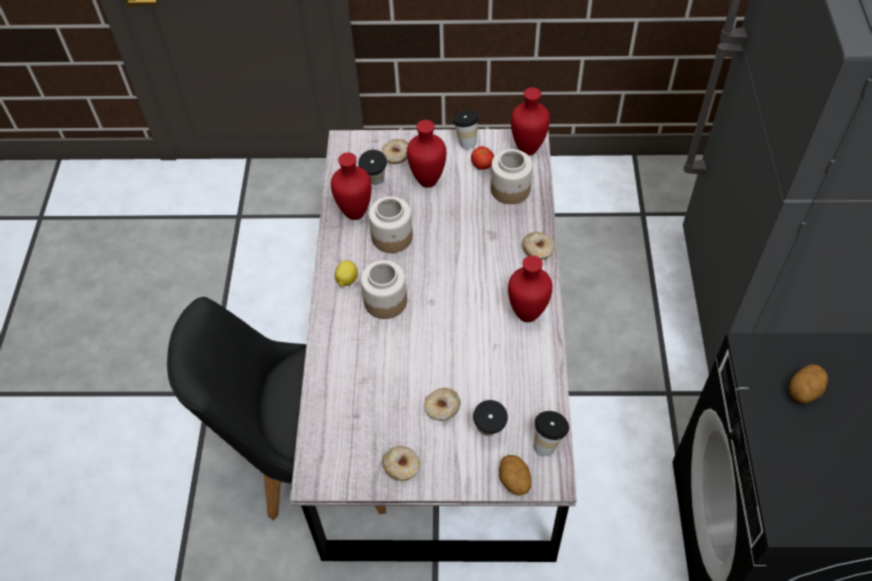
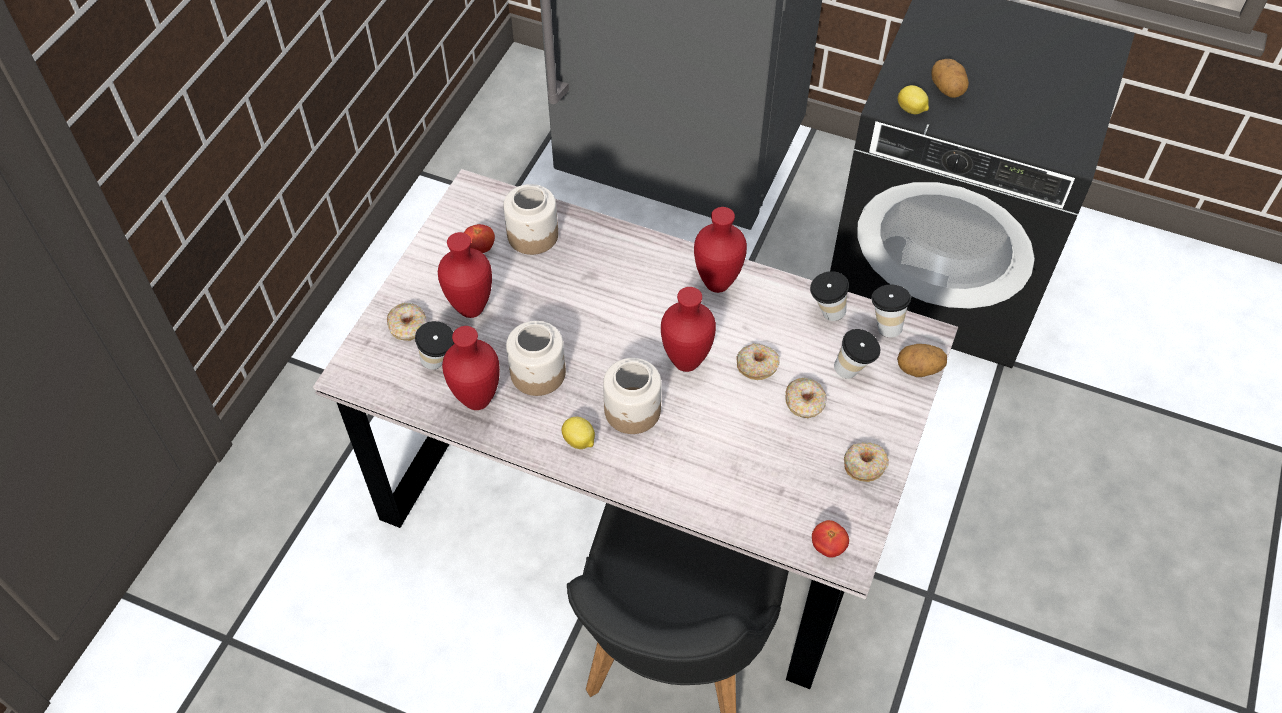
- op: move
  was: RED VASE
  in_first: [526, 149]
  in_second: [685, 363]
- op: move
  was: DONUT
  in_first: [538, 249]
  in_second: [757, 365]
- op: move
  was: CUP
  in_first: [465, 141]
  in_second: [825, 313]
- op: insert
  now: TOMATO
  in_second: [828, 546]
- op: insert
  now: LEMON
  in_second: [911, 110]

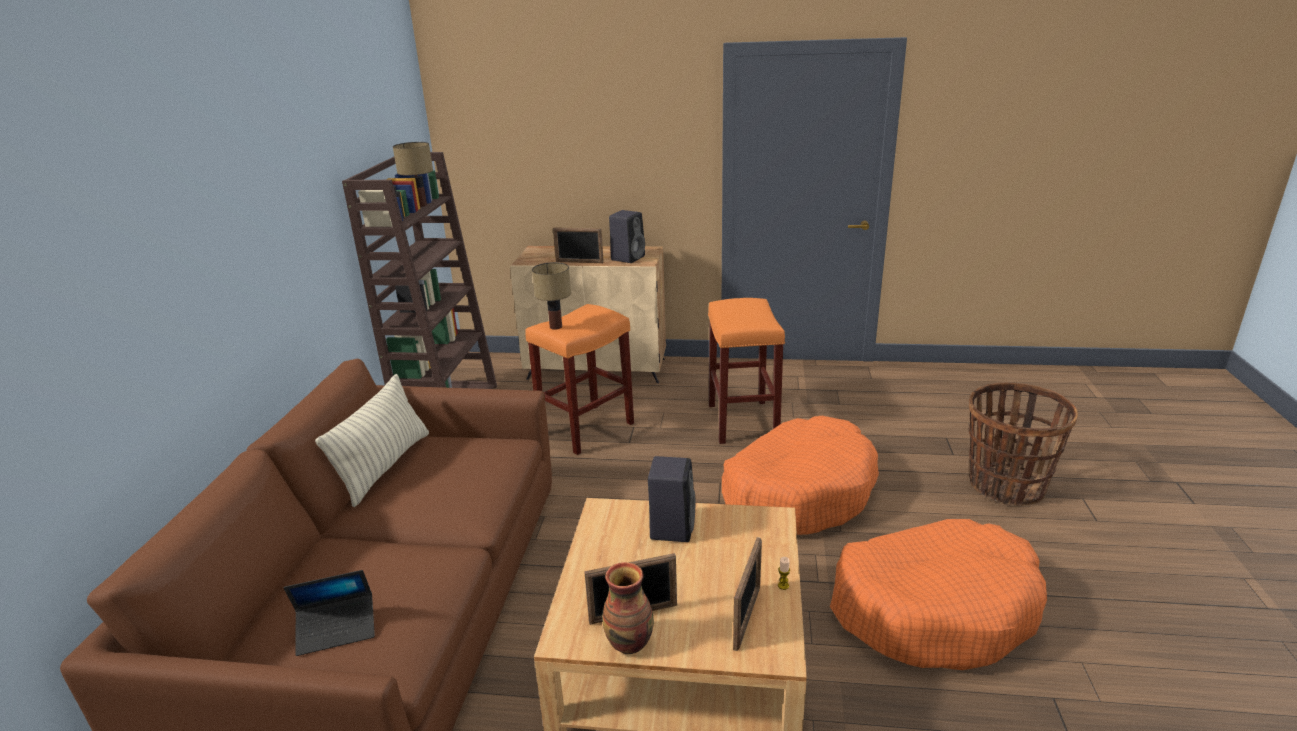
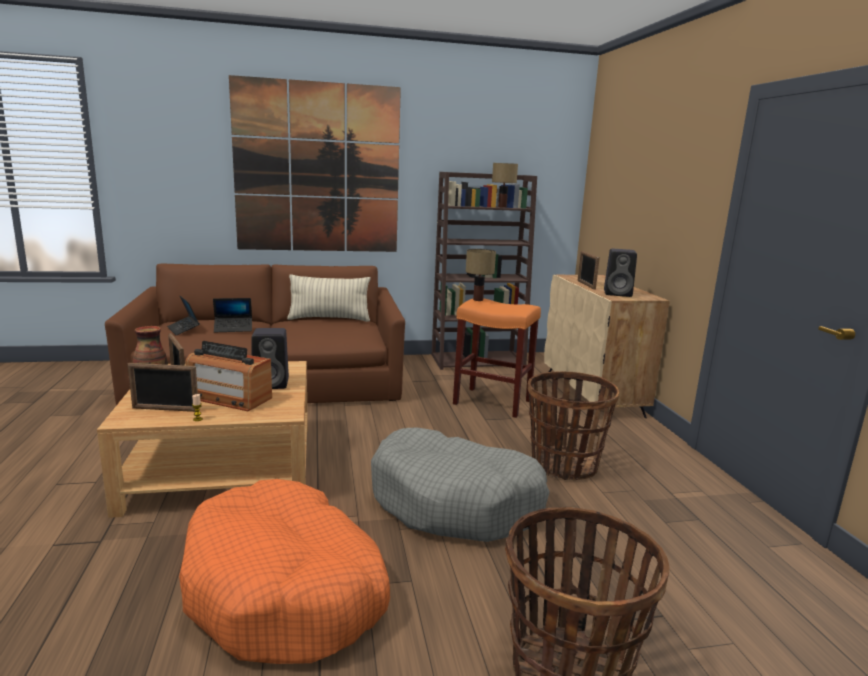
- op: insert
  now: RADIO
  in_second: [229, 398]
- op: insert
  now: LAPTOP
  in_second: [233, 328]
- op: insert
  now: PICTURE
  in_second: [318, 169]
- op: recolor
  was: ORANGE DOG BED
  now: GREY DOG BED
  in_first: [798, 492]
  in_second: [456, 502]
- op: replace
  was: ORANGE STOOL
  now: BASKET
  in_first: [743, 422]
  in_second: [563, 465]

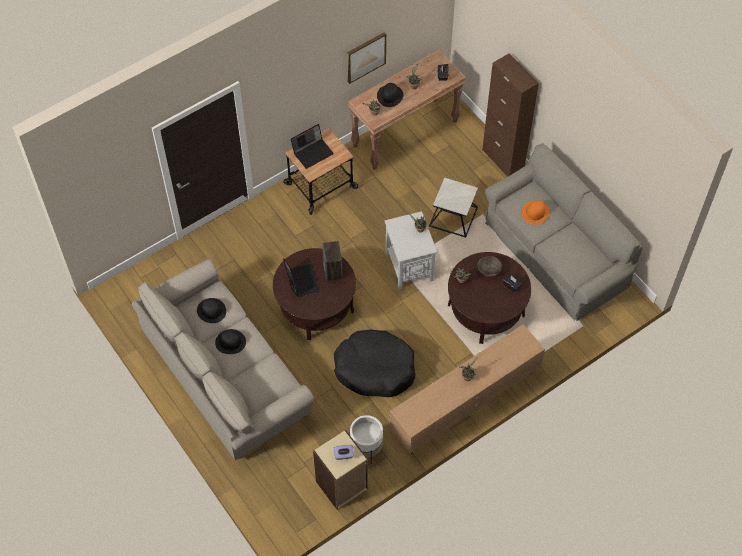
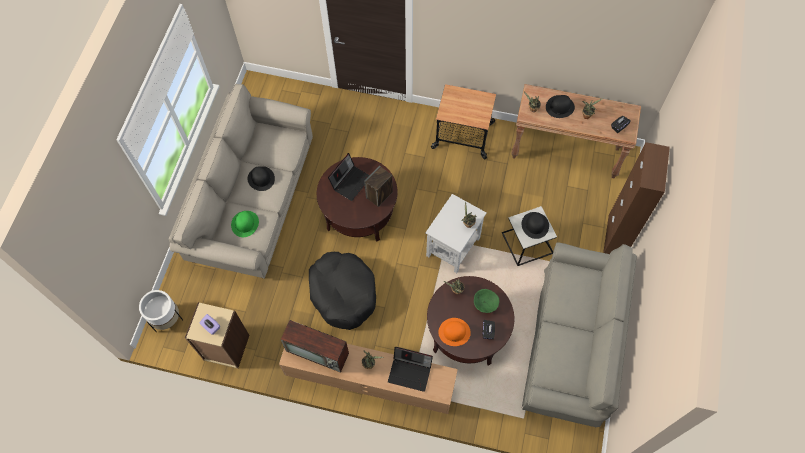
- op: move
  was: WHITE PLANTER
  in_first: [366, 448]
  in_second: [167, 319]
- op: insert
  now: GREEN HAT
  in_second: [245, 223]
- op: insert
  now: TELEVISION
  in_second: [319, 352]
- op: move
  was: LAPTOP
  in_first: [312, 152]
  in_second: [410, 372]
- op: move
  was: ORANGE HAT
  in_first: [535, 212]
  in_second: [454, 332]
- op: recolor
  was: BROWN BOWL
  now: GREEN BOWL
  in_first: [488, 270]
  in_second: [485, 304]
- op: move
  was: BLACK HAT
  in_first: [211, 310]
  in_second: [535, 225]
- op: delete
  was: PICTURE
  in_first: [365, 57]

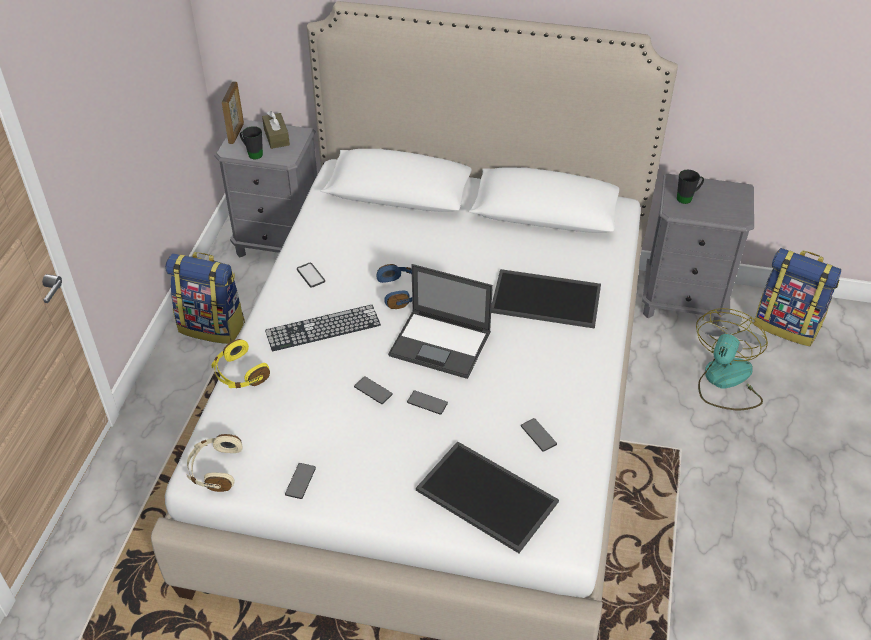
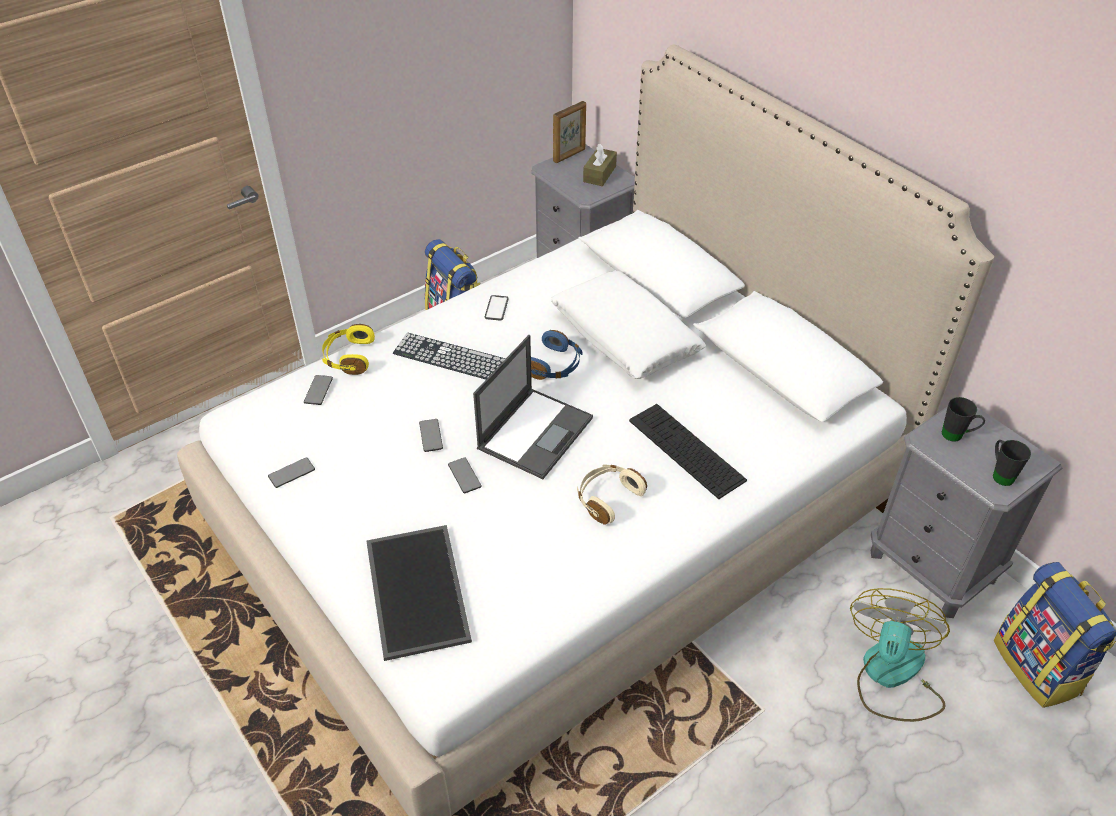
- op: move
  was: PHONE
  in_first: [538, 435]
  in_second: [318, 390]
- op: rotate
  was: LAPTOP
  in_first: [441, 344]
  in_second: [535, 432]
  clockwise: -120
- op: insert
  now: WHITE PILLOW
  in_second: [625, 336]
- op: move
  was: BEIGE HEADPHONES
  in_first: [215, 469]
  in_second: [608, 498]
- op: replace
  was: TRAY
  now: KEYBOARD
  in_first: [547, 298]
  in_second: [686, 450]
- op: rotate
  was: FAN
  in_first: [724, 381]
  in_second: [891, 676]
  clockwise: -45
- op: move
  was: BLACK MUG
  in_first: [252, 153]
  in_second: [1000, 473]

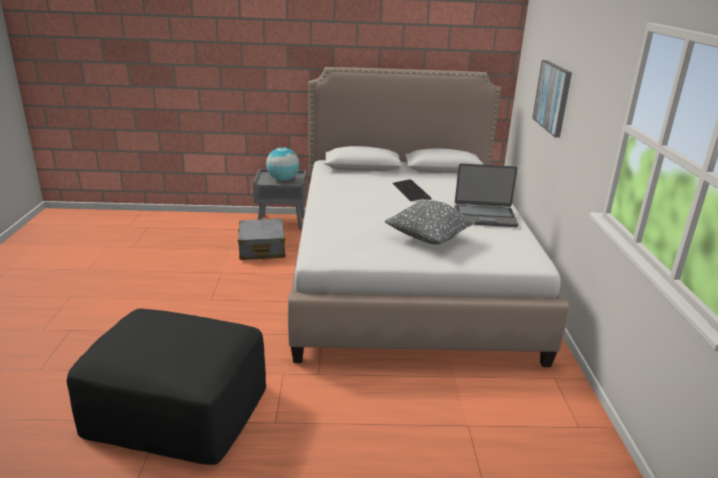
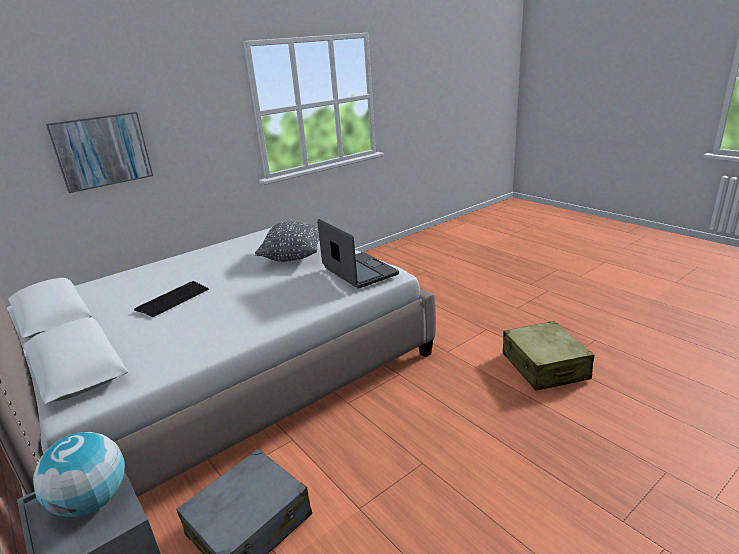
- op: move
  was: LAPTOP
  in_first: [484, 216]
  in_second: [359, 271]
- op: replace
  was: BLACK OTTOMAN
  now: BEIGE SUITCASE
  in_first: [176, 408]
  in_second: [544, 366]

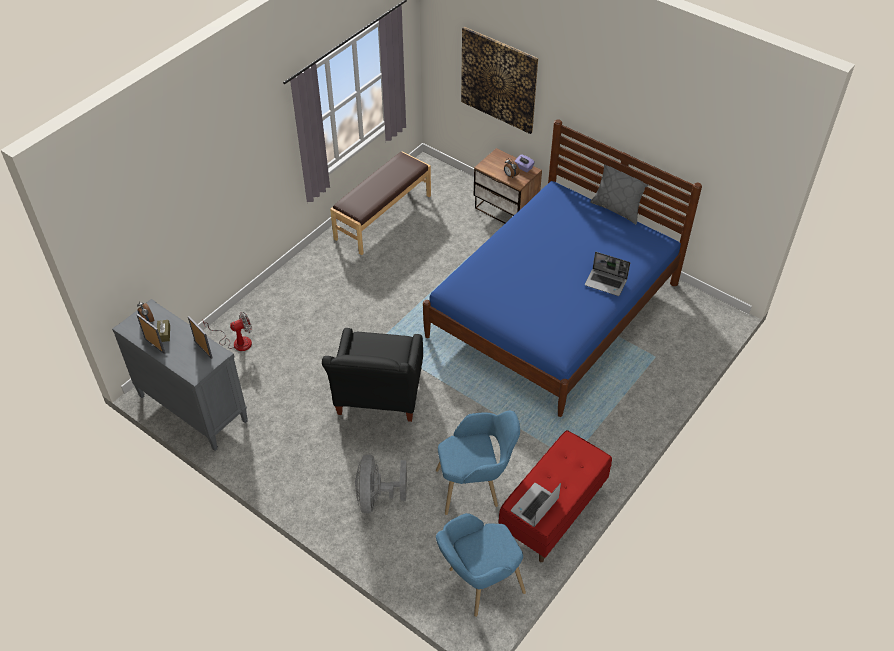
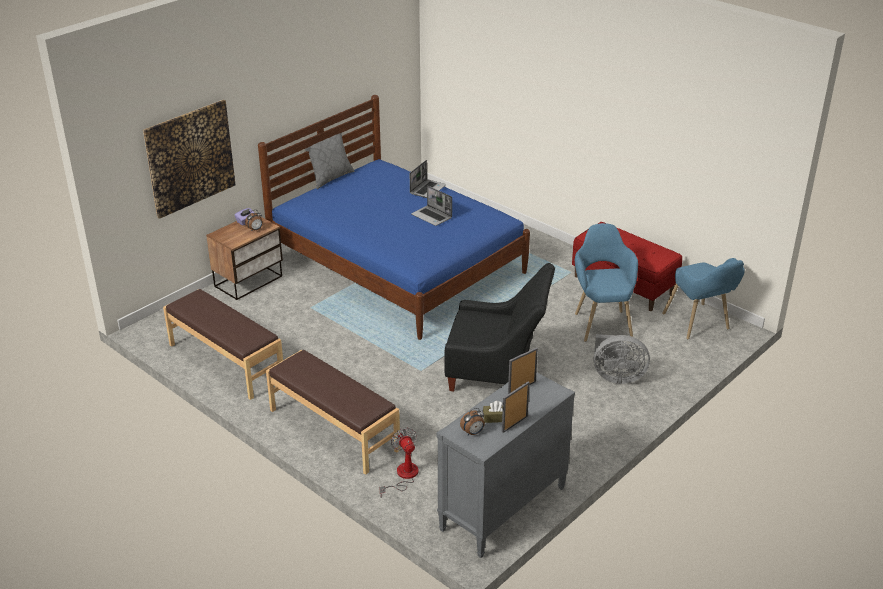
- op: insert
  now: BROWN BENCH
  in_second: [333, 430]
- op: move
  was: LAPTOP
  in_first: [535, 506]
  in_second: [432, 216]

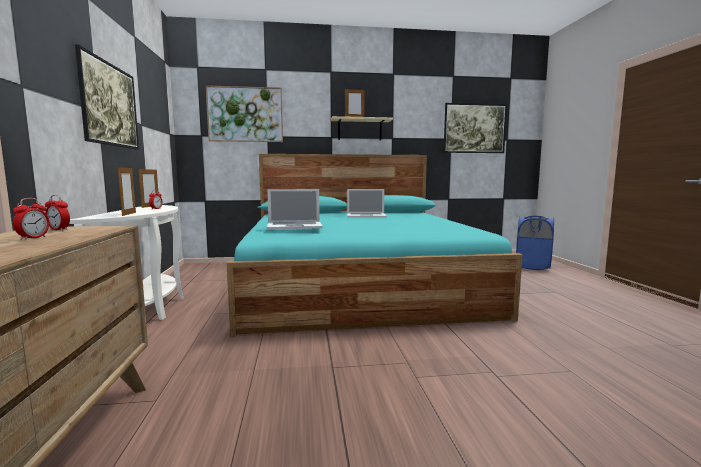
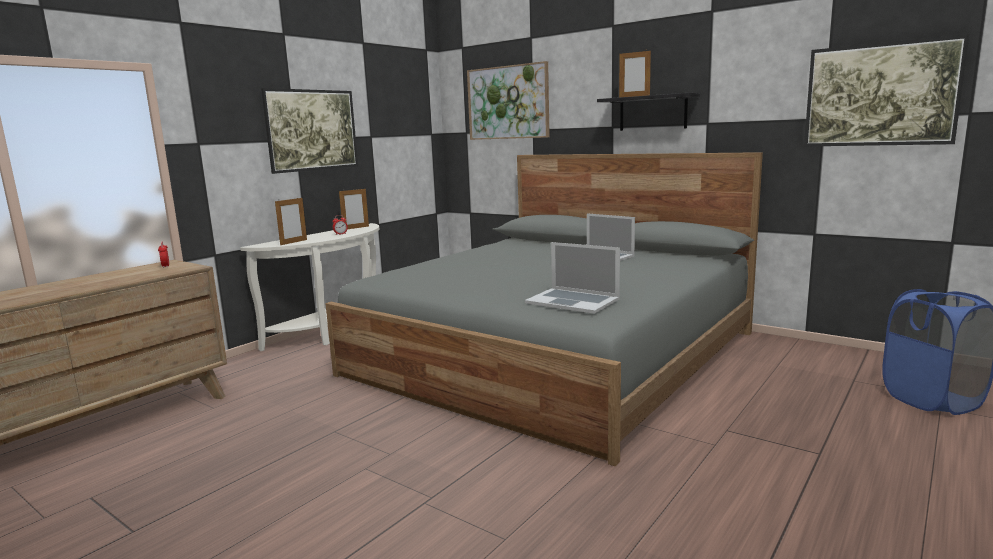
- op: recolor
  was: TURQUOISE BED
  now: GREY BED
  in_first: [358, 284]
  in_second: [555, 353]
- op: move
  was: LAPTOP
  in_first: [294, 226]
  in_second: [572, 301]
- op: recolor
  was: BEIGE SHELF
  now: BLACK SHELF
  in_first: [359, 129]
  in_second: [653, 113]
- op: delete
  was: ALARM CLOCK
  in_first: [33, 238]

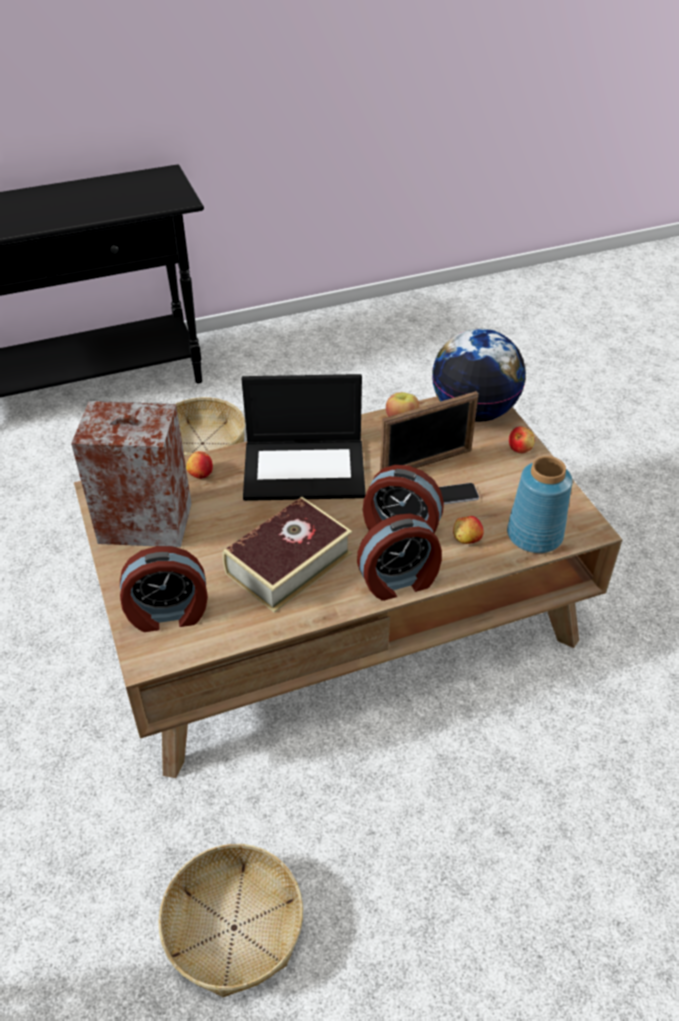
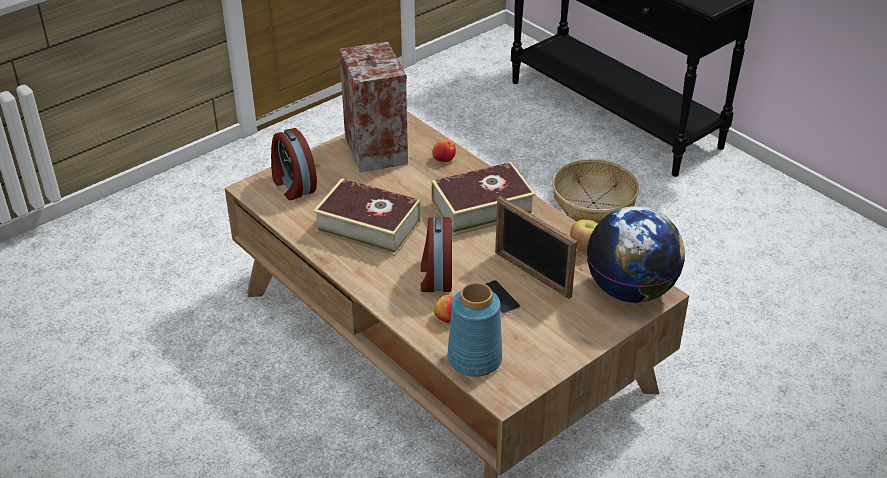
- op: replace
  was: LAPTOP
  now: BOOK
  in_first: [305, 469]
  in_second: [482, 208]
- op: delete
  was: BASKET
  in_first: [234, 927]
- op: delete
  was: ALARM CLOCK
  in_first: [399, 581]
- op: delete
  was: APPLE
  in_first: [520, 448]

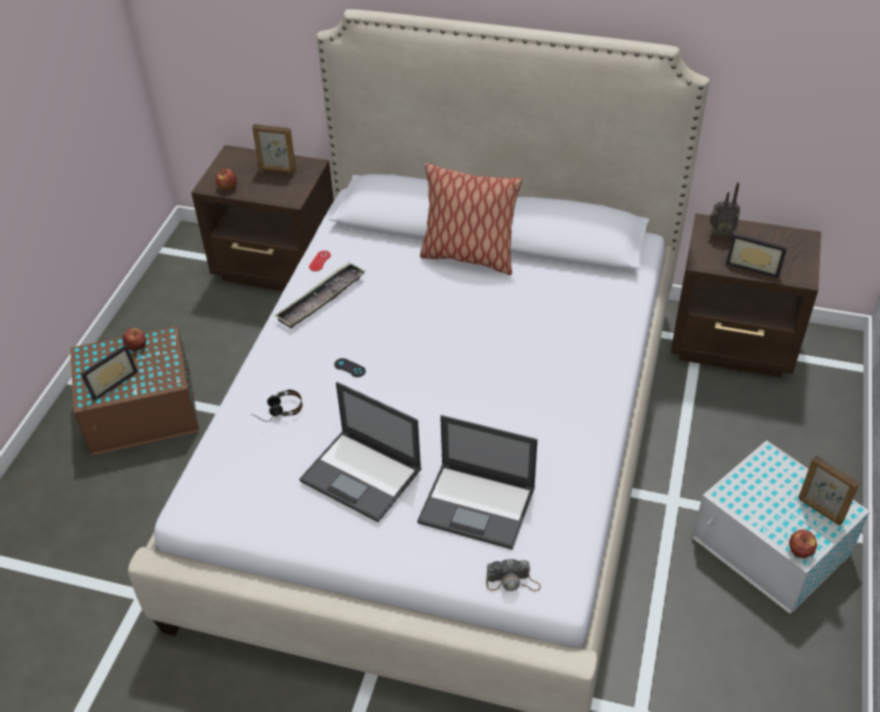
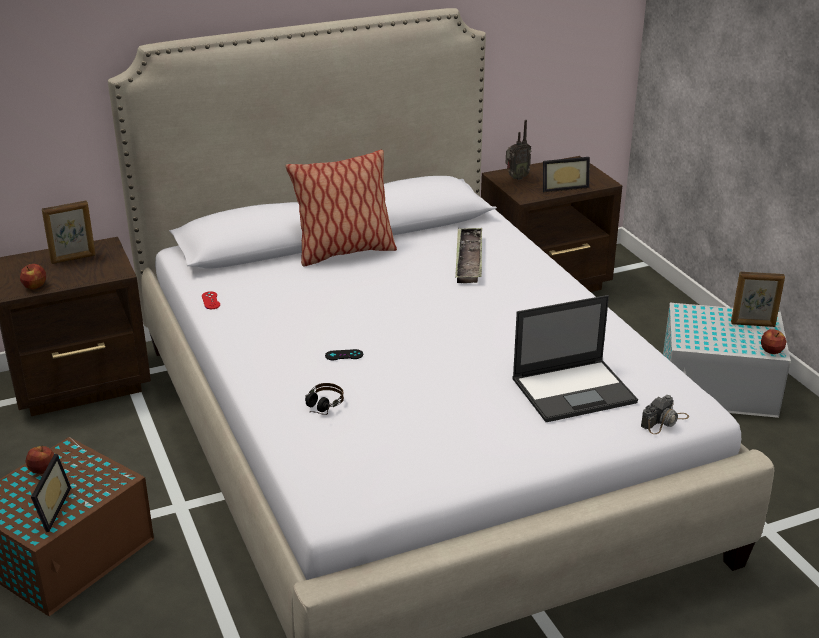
- op: move
  was: TRAY
  in_first: [321, 299]
  in_second: [468, 259]
- op: delete
  was: LAPTOP
  in_first: [362, 475]

